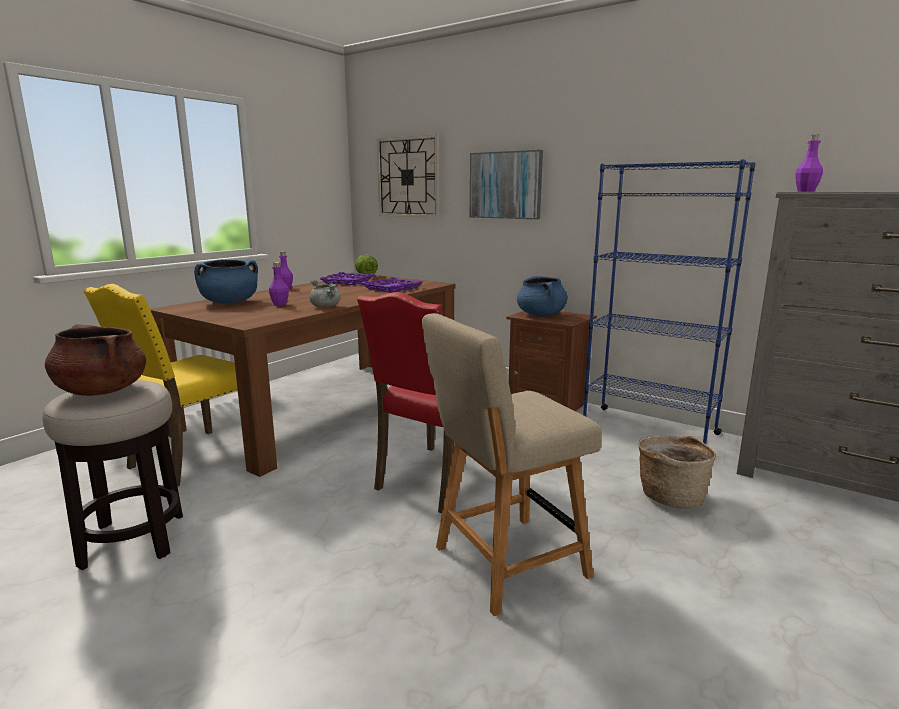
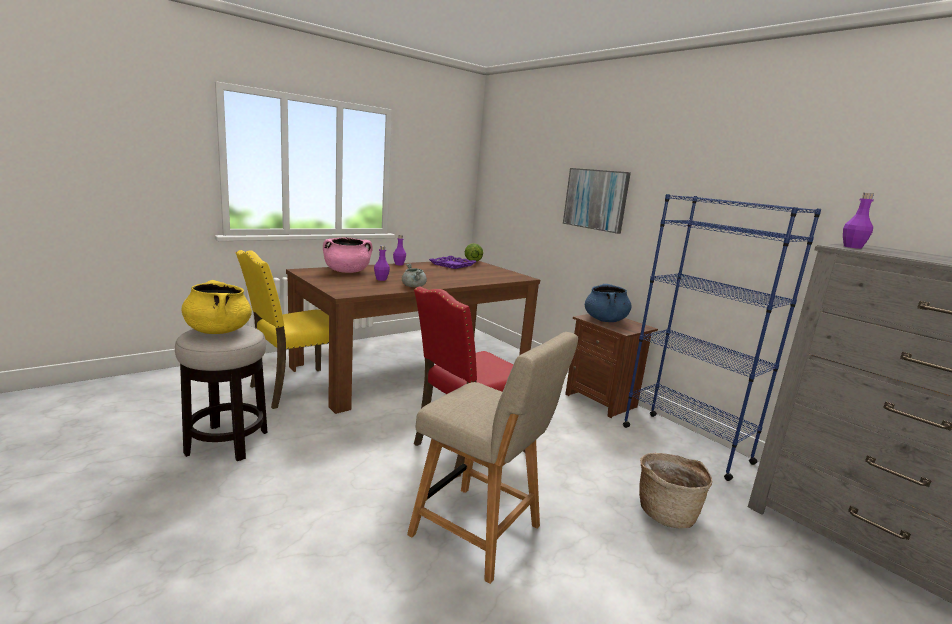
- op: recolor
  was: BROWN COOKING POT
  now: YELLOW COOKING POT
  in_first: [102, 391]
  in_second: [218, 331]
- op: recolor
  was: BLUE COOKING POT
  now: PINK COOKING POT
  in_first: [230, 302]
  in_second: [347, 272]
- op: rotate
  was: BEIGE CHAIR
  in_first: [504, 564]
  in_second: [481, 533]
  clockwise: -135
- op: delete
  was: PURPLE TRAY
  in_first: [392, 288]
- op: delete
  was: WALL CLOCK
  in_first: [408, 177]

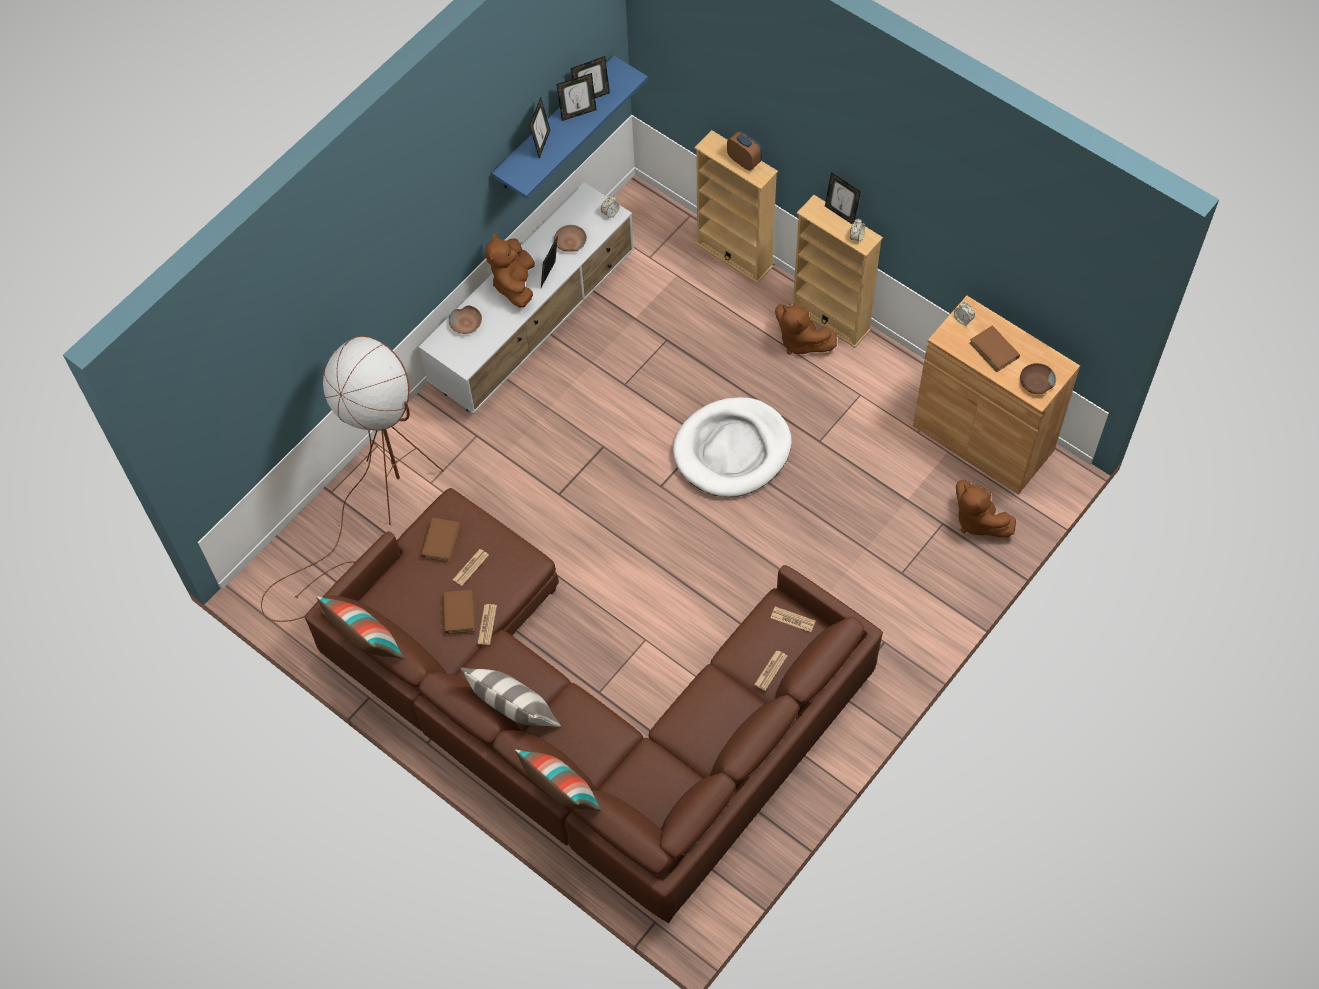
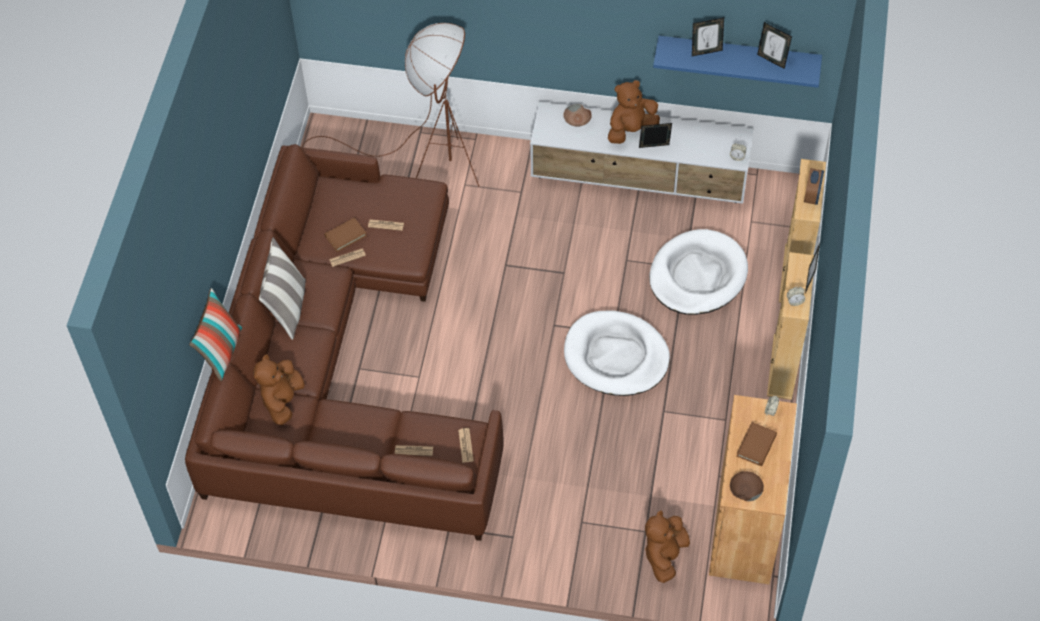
- op: move
  was: BROWN PLUSH TOY
  in_first: [800, 341]
  in_second: [282, 400]
- op: insert
  now: WHITE DOG BED
  in_second: [697, 275]
- op: delete
  was: PILLOW
  in_first: [366, 643]
- op: delete
  was: BROWN BOOK
  in_first: [440, 541]
- op: delete
  was: BROWN BOWL
  in_first: [570, 242]
- op: delete
  was: PICTURE FRAME
  in_first: [578, 113]

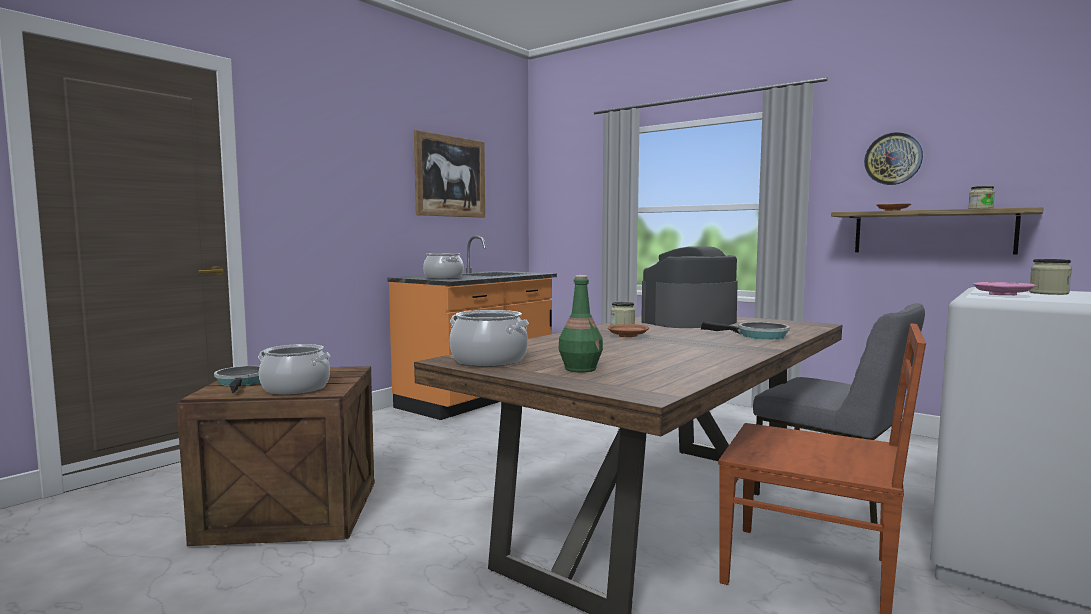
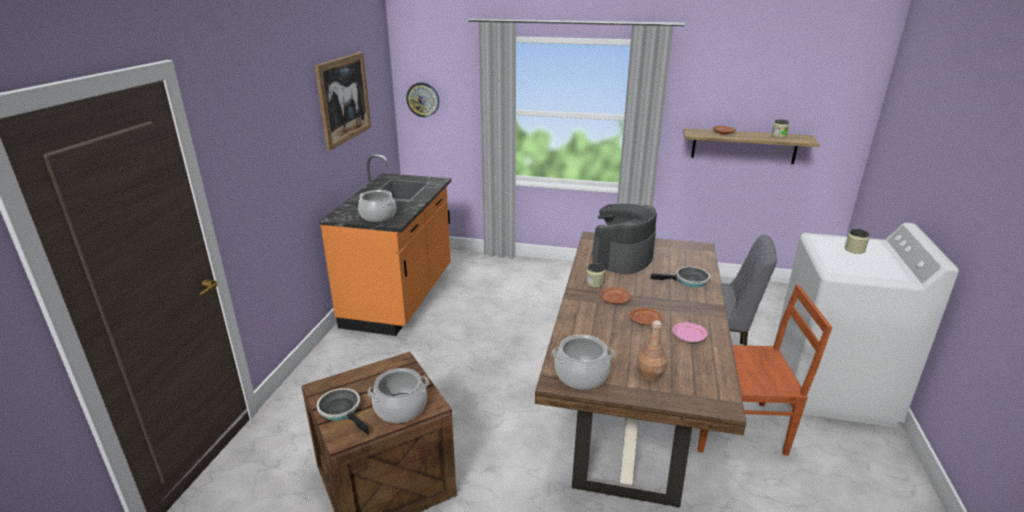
- op: move
  was: WALL CLOCK
  in_first: [893, 159]
  in_second: [423, 99]
- op: insert
  now: BROWN PLATE
  in_second: [645, 321]
- op: recolor
  was: GREEN BOTTLE
  now: BROWN BOTTLE
  in_first: [580, 369]
  in_second: [650, 374]
- op: move
  was: PINK PLATE
  in_first: [1002, 295]
  in_second: [689, 337]

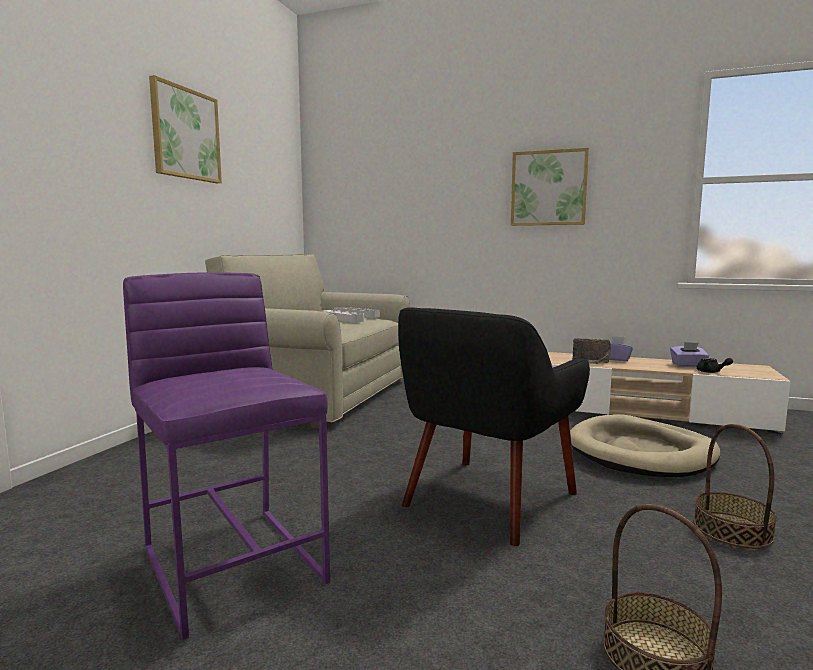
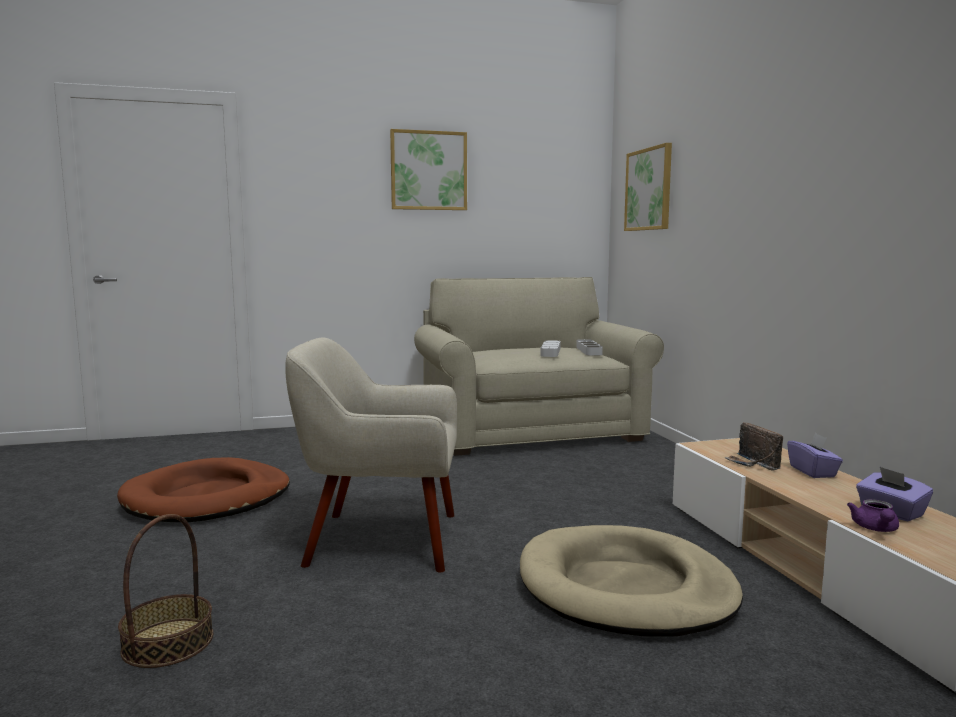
- op: replace
  was: PURPLE STOOL
  now: BROWN DOG BED
  in_first: [234, 563]
  in_second: [208, 498]
- op: recolor
  was: BLACK ARMCHAIR
  now: BEIGE ARMCHAIR
  in_first: [487, 499]
  in_second: [380, 539]
- op: move
  was: PICTURE
  in_first: [548, 188]
  in_second: [649, 189]
- op: recolor
  was: BLACK TEAPOT
  now: PURPLE TEAPOT
  in_first: [711, 372]
  in_second: [875, 529]
- op: delete
  was: BASKET
  in_first: [732, 530]

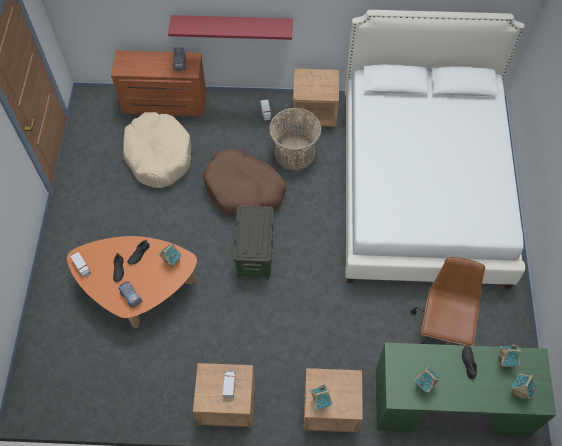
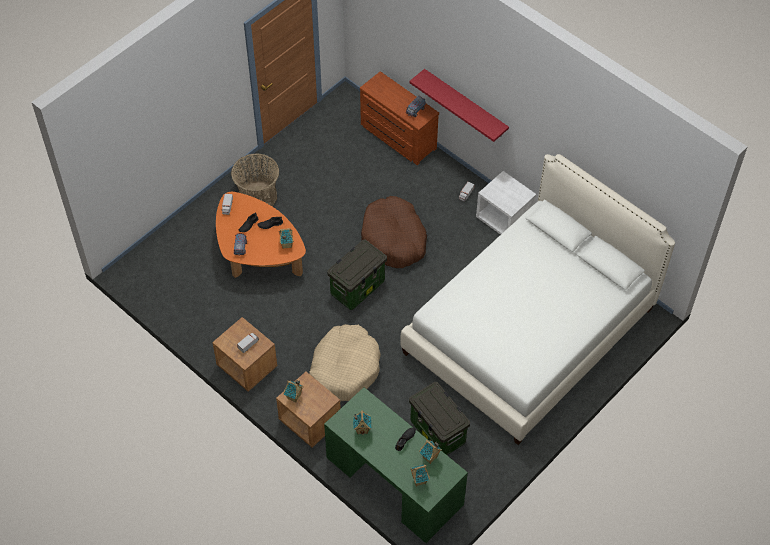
- op: move
  was: BASKET
  in_first: [294, 153]
  in_second: [258, 196]
- op: move
  was: BEIGE DOG BED
  in_first: [158, 155]
  in_second: [344, 369]
- op: replace
  was: BROWN OFFICE CHAIR
  now: STORAGE BOX
  in_first: [442, 328]
  in_second: [438, 432]
- op: recolor
  was: BROWN NIGHTSTAND
  now: WHITE NIGHTSTAND
  in_first: [315, 112]
  in_second: [504, 219]

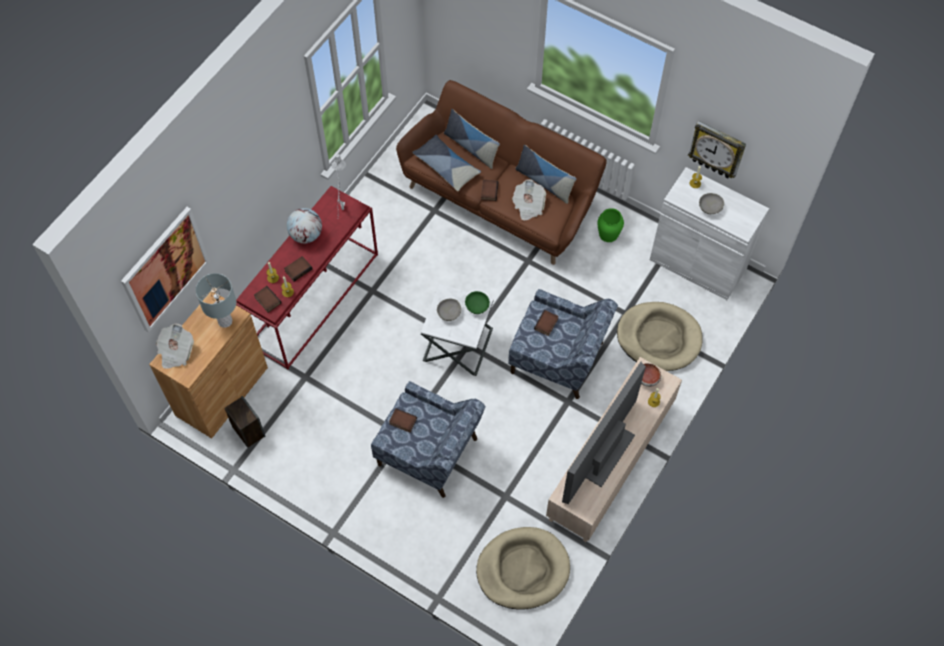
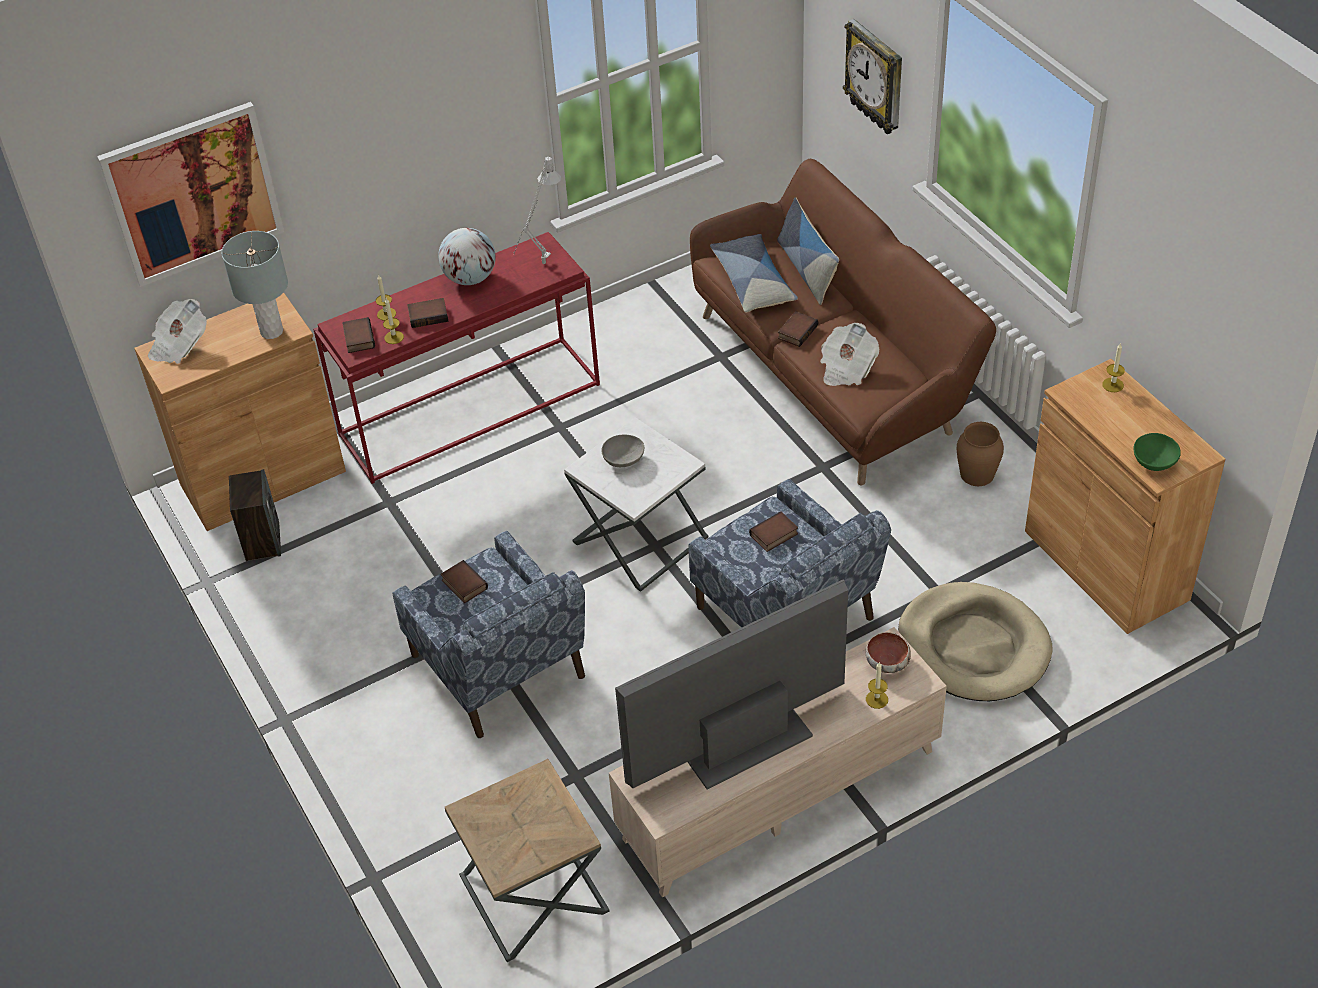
- op: replace
  was: BEIGE DOG BED
  now: BROWN SIDE TABLE
  in_first: [523, 569]
  in_second: [533, 894]
- op: move
  was: WALL CLOCK
  in_first: [717, 149]
  in_second: [876, 78]
- op: recolor
  was: GREEN VASE
  now: BROWN VASE
  in_first: [608, 234]
  in_second: [977, 474]
- op: recolor
  was: WHITE CABINET
  now: BROWN CABINET
  in_first: [698, 264]
  in_second: [1106, 565]
- op: move
  was: GREEN BOWL
  in_first: [477, 306]
  in_second: [1155, 461]
- op: delete
  was: PILLOW
  in_first: [544, 182]
- op: delete
  was: GREY BOWL
  in_first: [709, 207]

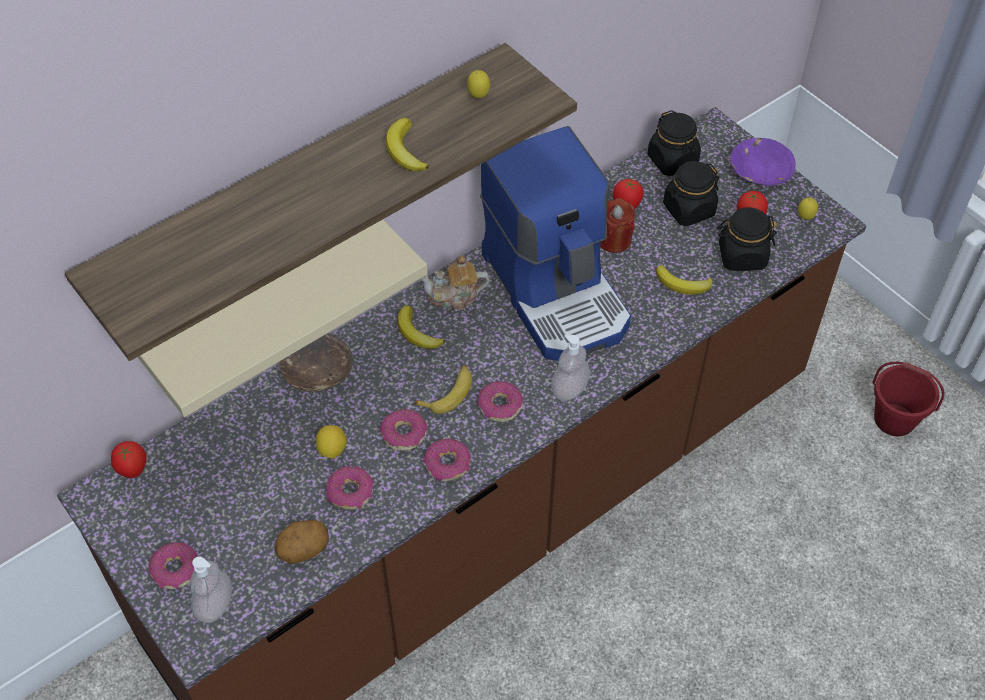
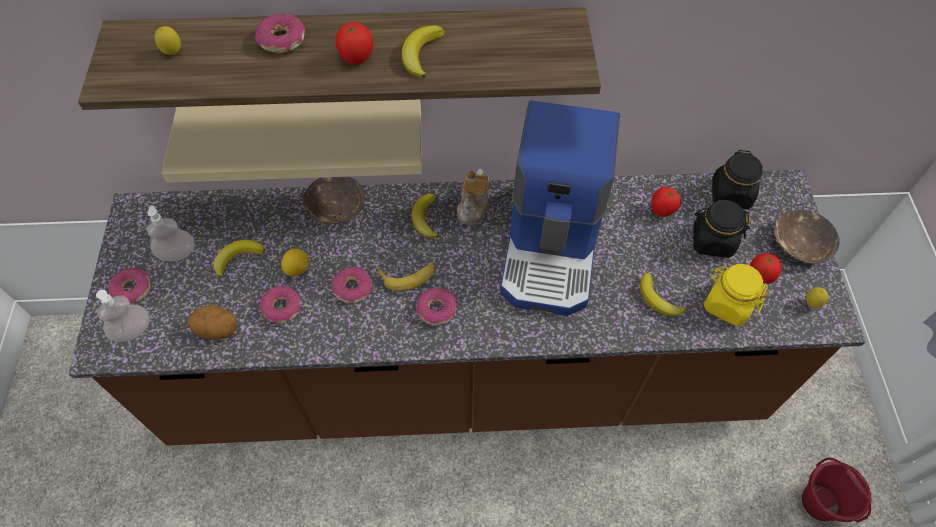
- op: move
  was: SOAP DISPENSER
  in_first: [569, 389]
  in_second: [178, 253]
- op: move
  was: LEMON
  in_first: [478, 97]
  in_second: [173, 53]
- op: insert
  now: BANANA
  in_second: [238, 258]
- op: move
  was: DONUT
  in_first: [448, 464]
  in_second: [282, 40]
- op: move
  was: TOMATO
  in_first: [133, 470]
  in_second: [356, 60]
- op: rotate
  was: TEAPOT
  in_first: [454, 296]
  in_second: [474, 207]
  clockwise: -105
- op: recolor
  was: BLACK JAR
  now: YELLOW JAR
  in_first: [741, 256]
  in_second: [727, 304]
- op: recolor
  was: PURPLE BOWL
  now: BROWN BOWL
  in_first: [759, 172]
  in_second: [800, 243]
- op: delete
  was: RED CANDLE
  in_first: [613, 240]

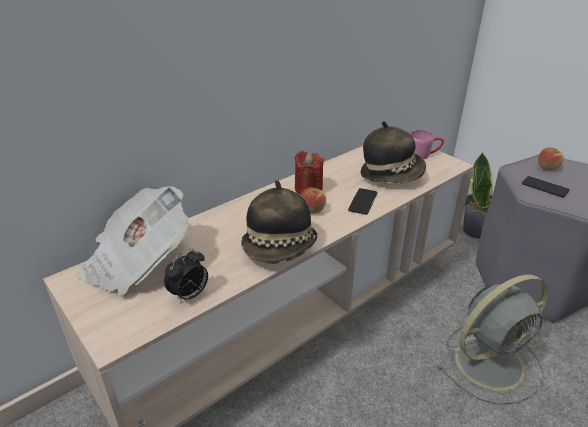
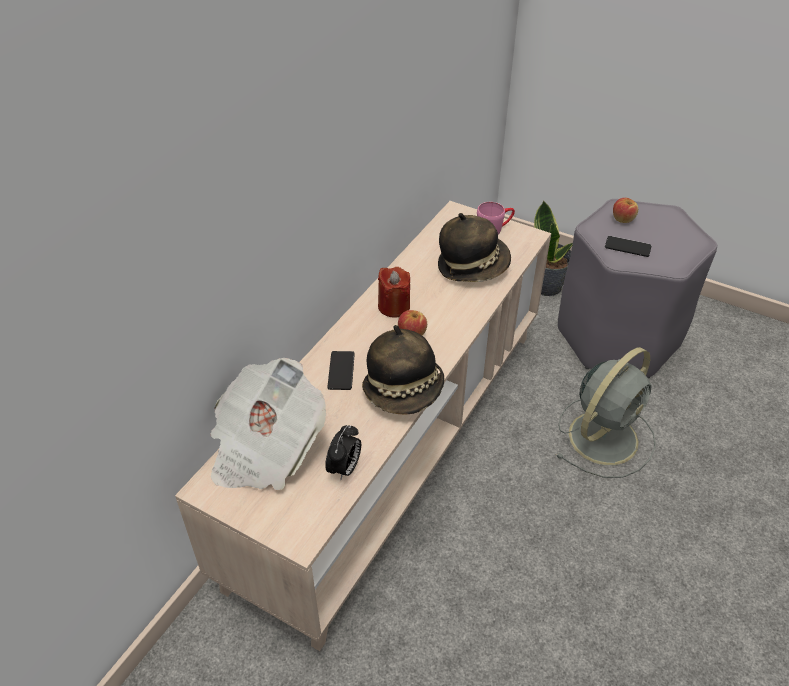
- op: move
  was: PHONE
  in_first: [363, 202]
  in_second: [341, 371]

